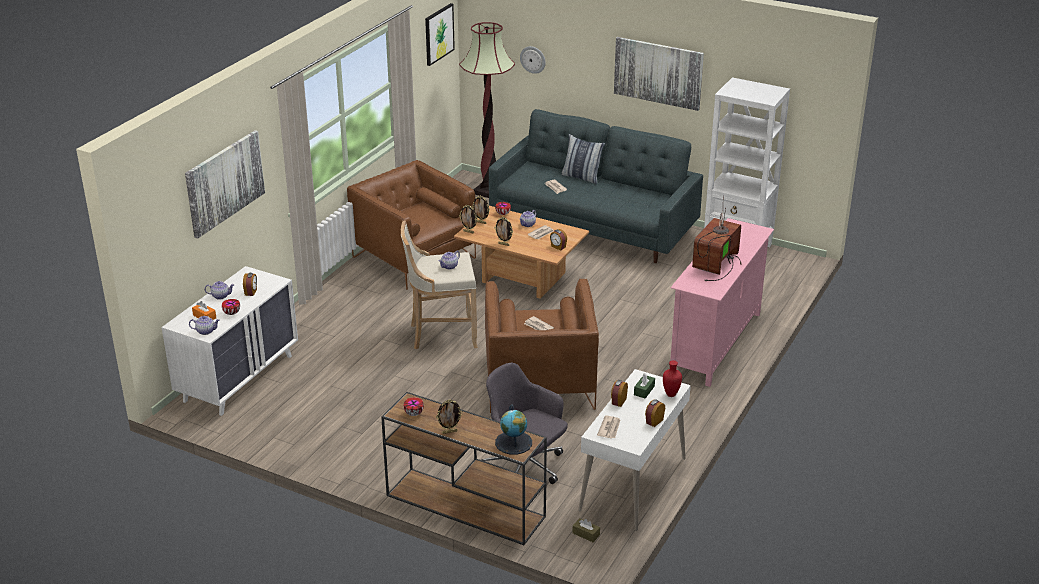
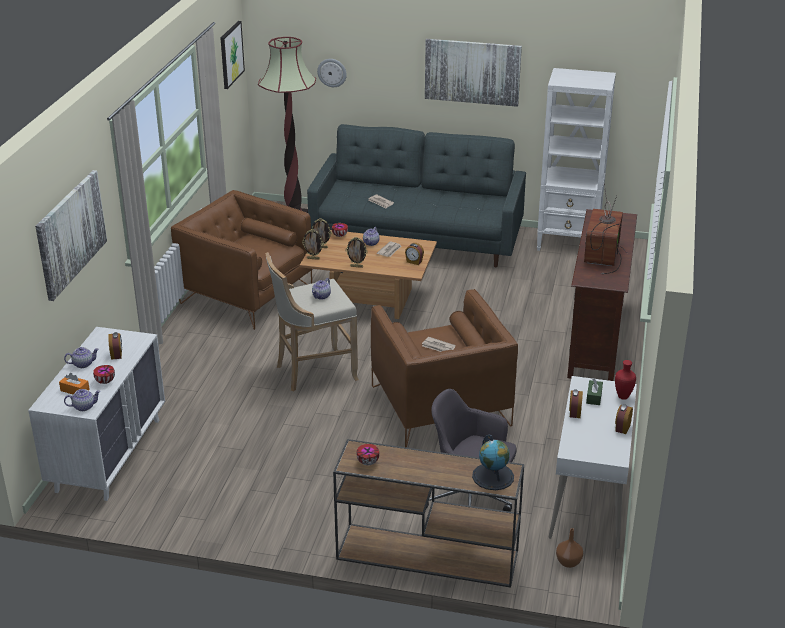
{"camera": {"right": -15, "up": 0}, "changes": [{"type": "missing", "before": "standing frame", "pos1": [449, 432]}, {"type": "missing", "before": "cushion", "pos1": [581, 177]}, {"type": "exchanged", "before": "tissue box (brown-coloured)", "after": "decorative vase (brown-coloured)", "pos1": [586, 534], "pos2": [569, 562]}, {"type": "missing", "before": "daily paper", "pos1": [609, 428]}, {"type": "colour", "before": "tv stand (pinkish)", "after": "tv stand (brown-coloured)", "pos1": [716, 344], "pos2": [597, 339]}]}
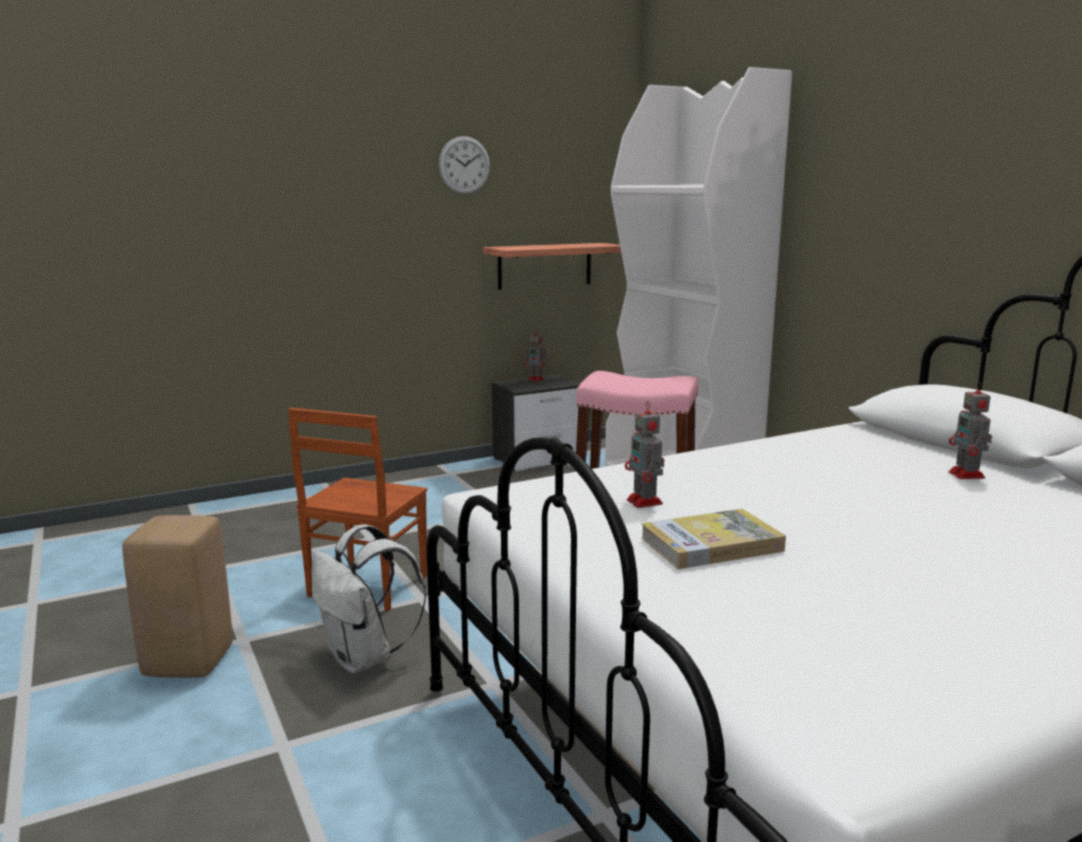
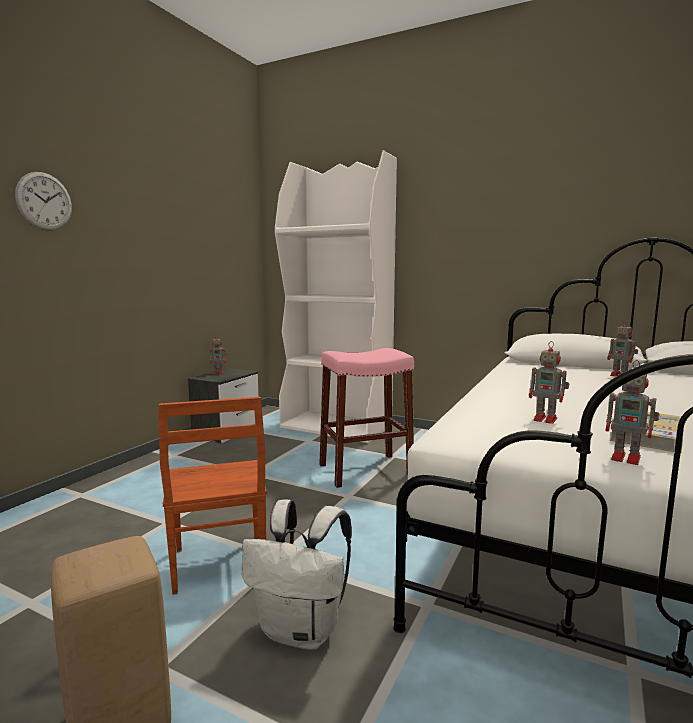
{"camera": {"right": -35, "up": -5}, "changes": [{"type": "relocated", "before": "clock on the wall", "pos1": [464, 165], "pos2": [44, 201]}, {"type": "missing", "before": "bracket shelf", "pos1": [545, 265]}, {"type": "appeared", "after": "model robot", "pos2": [628, 458]}]}
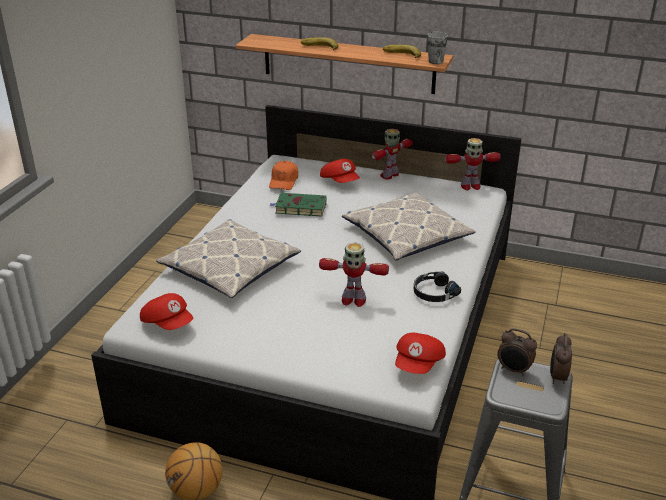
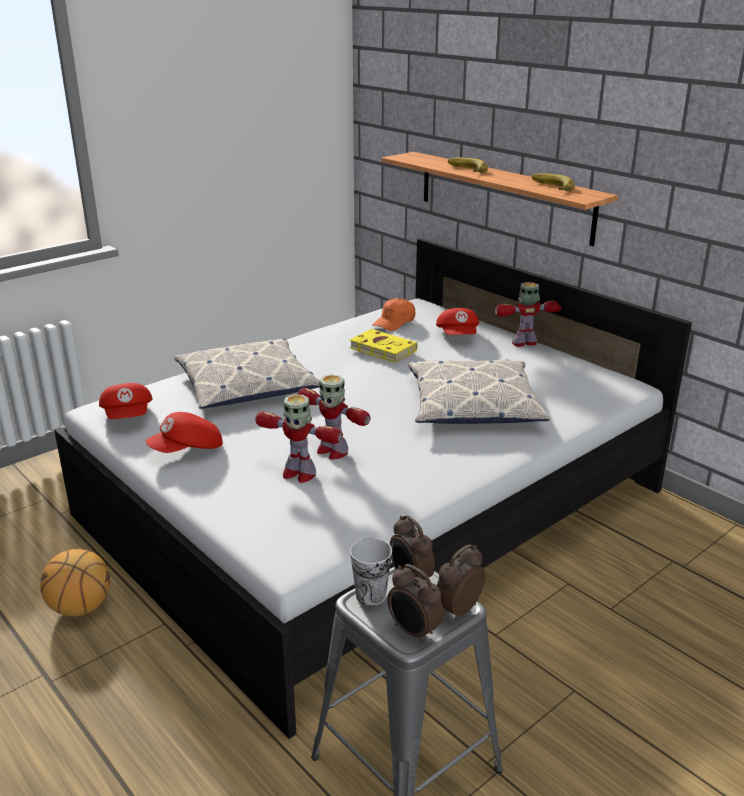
{"camera": {"right": 30, "up": -5}, "changes": [{"type": "colour", "before": "book (green)", "after": "book (yellowish)", "pos1": [299, 208], "pos2": [381, 349]}, {"type": "relocated", "before": "peaked cap (red)", "pos1": [419, 364], "pos2": [187, 450]}, {"type": "missing", "before": "headphones (blackish)", "pos1": [434, 293]}, {"type": "relocated", "before": "drinking cup", "pos1": [435, 61], "pos2": [371, 595]}, {"type": "relocated", "before": "model robot", "pos1": [470, 186], "pos2": [298, 473]}, {"type": "appeared", "after": "table clock", "pos2": [413, 632]}]}
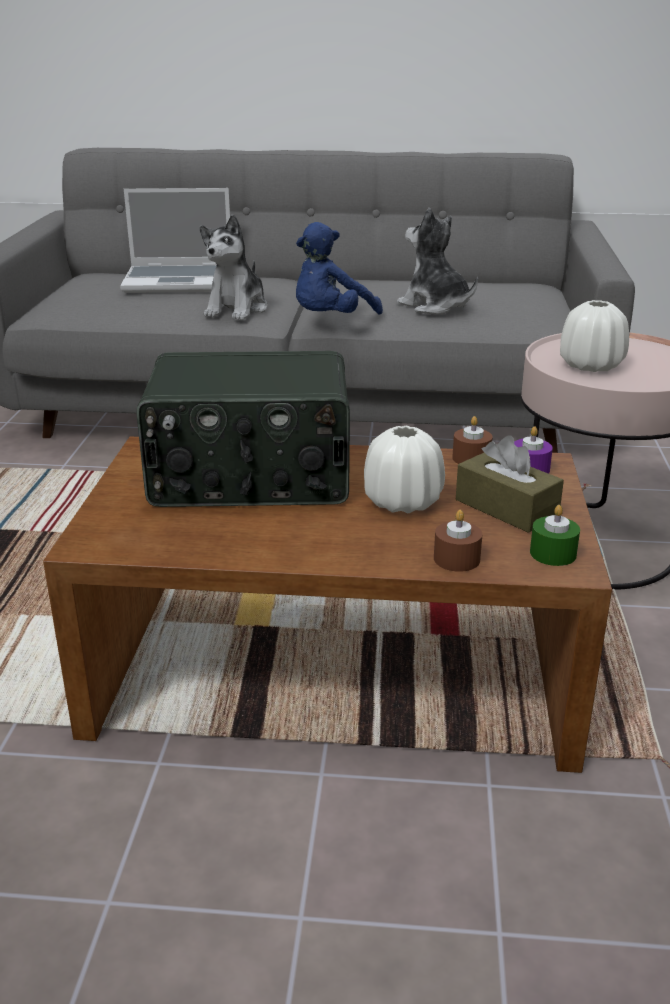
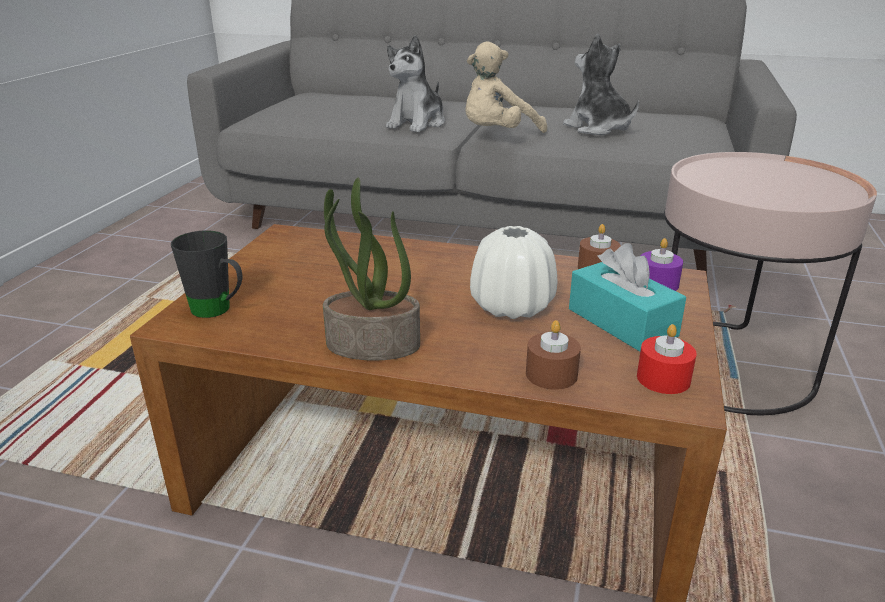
{"camera": {"right": 10, "up": 0}, "changes": [{"type": "missing", "before": "notebook computer", "pos1": [181, 281]}, {"type": "missing", "before": "radio", "pos1": [251, 477]}, {"type": "colour", "before": "plush toy (blue-coloured)", "after": "plush toy (beige)", "pos1": [330, 320], "pos2": [497, 136]}, {"type": "colour", "before": "tissue box (brown-coloured)", "after": "tissue box (blue-green)", "pos1": [506, 508], "pos2": [622, 322]}, {"type": "colour", "before": "wax light (green)", "after": "wax light (red)", "pos1": [553, 553], "pos2": [663, 378]}, {"type": "missing", "before": "decorative vase (white-coloured)", "pos1": [590, 366]}, {"type": "appeared", "after": "coffee mug (blackish)", "pos2": [219, 311]}, {"type": "appeared", "after": "plant in a pot", "pos2": [371, 345]}]}
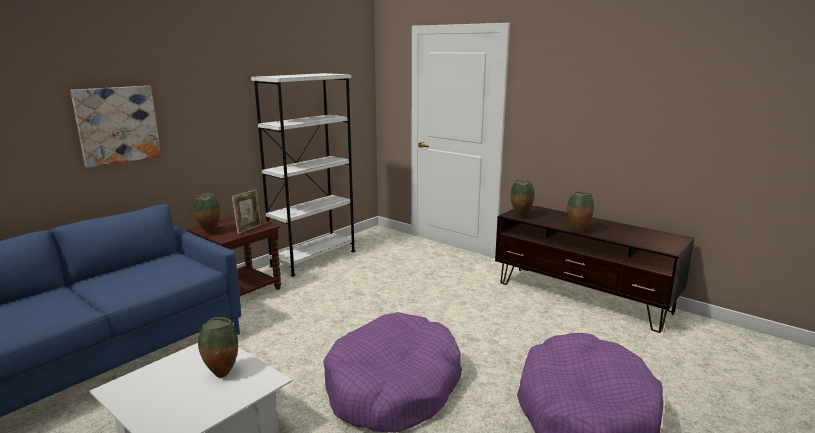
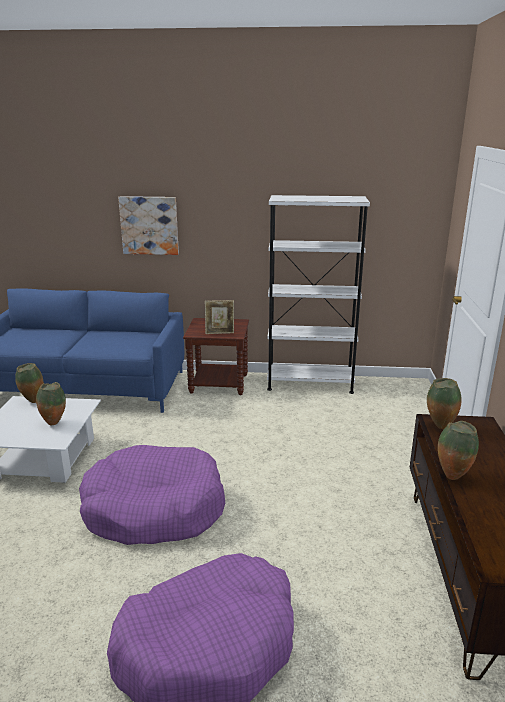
{"camera": {"right": 55, "up": 5}, "changes": [{"type": "relocated", "before": "decorative vase", "pos1": [210, 233], "pos2": [33, 402]}]}
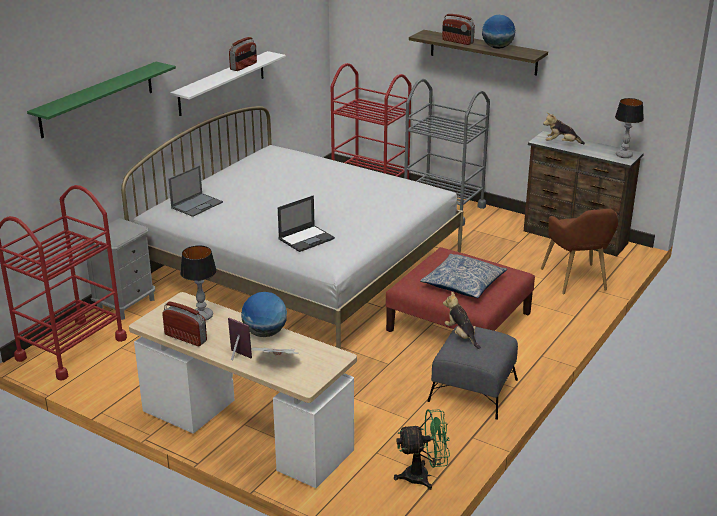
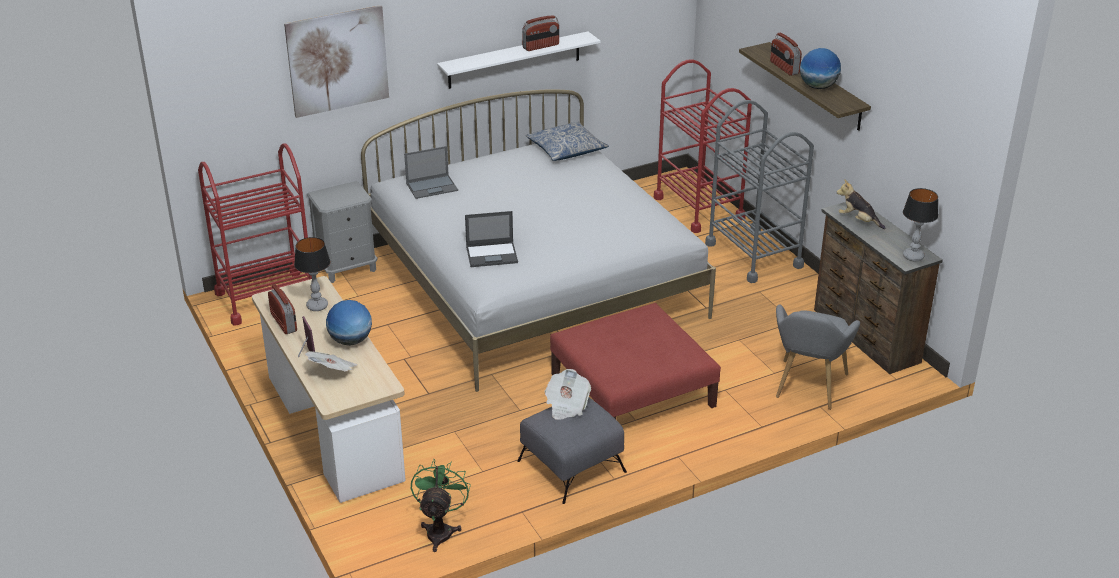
{"camera": {"right": 30, "up": 5}, "changes": [{"type": "exchanged", "before": "bracket shelf (green)", "after": "wall picture", "pos1": [97, 99], "pos2": [337, 61]}, {"type": "spun", "before": "fan (green)", "pos1": [423, 476], "pos2": [440, 530], "turn": -105}, {"type": "relocated", "before": "cushion", "pos1": [463, 284], "pos2": [566, 149]}, {"type": "exchanged", "before": "plush toy", "after": "daily paper", "pos1": [461, 336], "pos2": [566, 405]}, {"type": "colour", "before": "armchair (brown-coloured)", "after": "armchair (greyish)", "pos1": [576, 282], "pos2": [807, 389]}]}
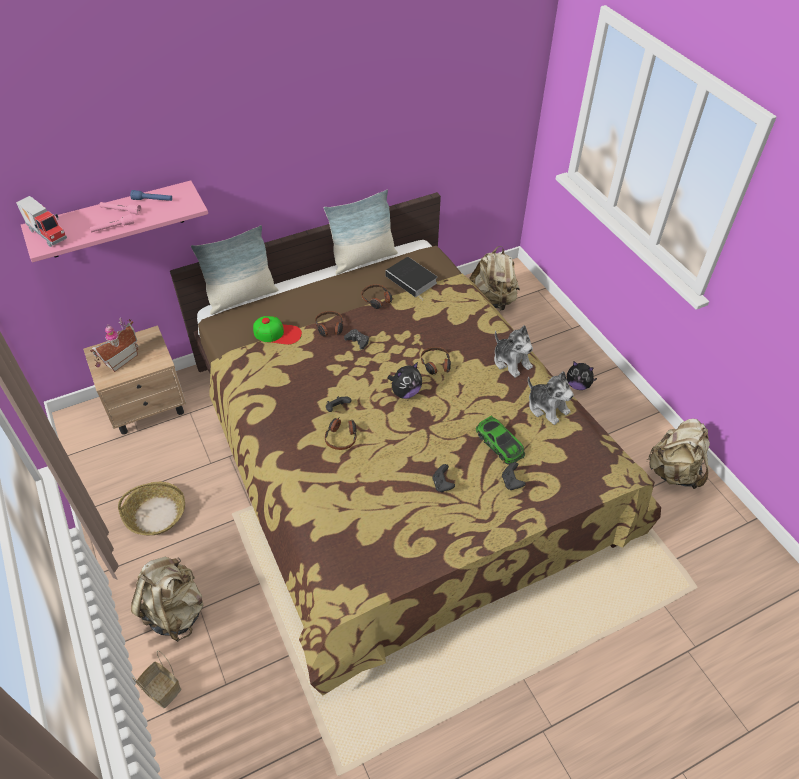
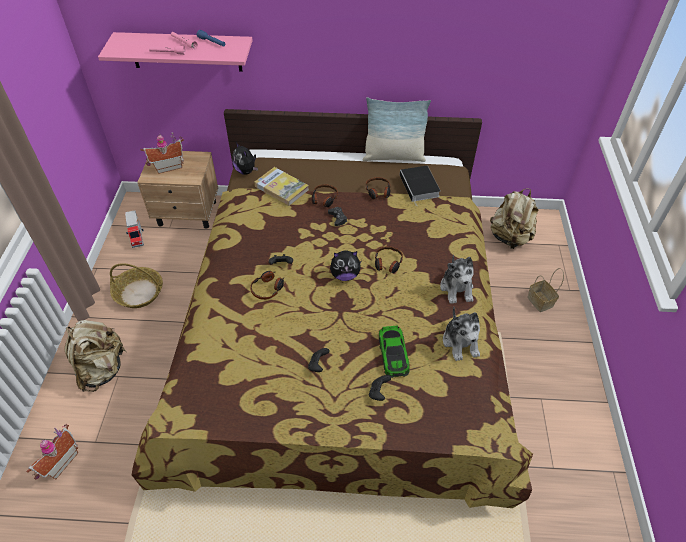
{"camera": {"right": 30, "up": 0}, "changes": [{"type": "relocated", "before": "model truck", "pos1": [48, 234], "pos2": [137, 237]}, {"type": "relocated", "before": "household basket", "pos1": [163, 690], "pos2": [541, 302]}, {"type": "missing", "before": "cushion", "pos1": [241, 297]}, {"type": "exchanged", "before": "peaked cap", "after": "book", "pos1": [277, 333], "pos2": [281, 188]}, {"type": "relocated", "before": "plush toy", "pos1": [578, 385], "pos2": [246, 171]}, {"type": "missing", "before": "rucksack (beige)", "pos1": [673, 472]}, {"type": "appeared", "after": "miniature house", "pos2": [59, 462]}]}
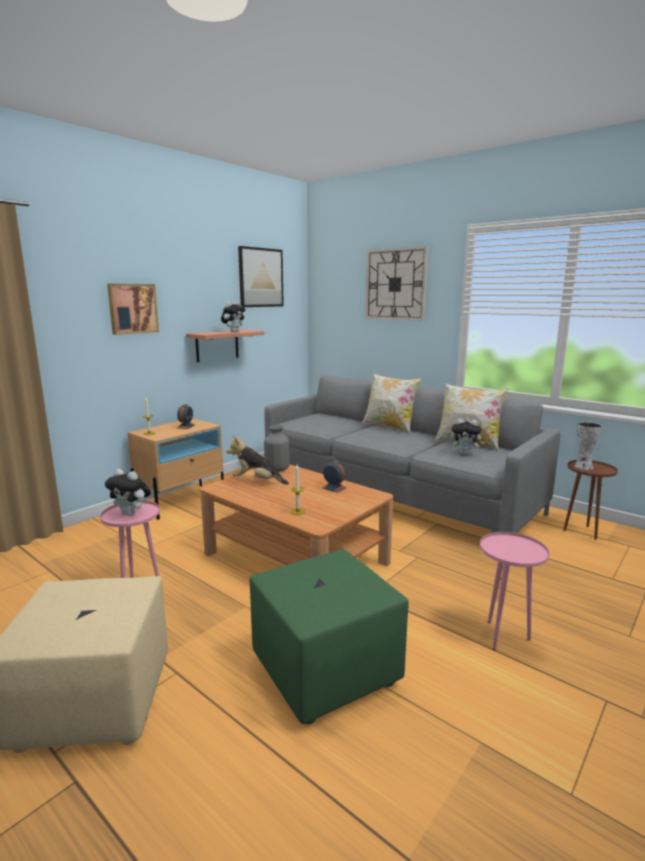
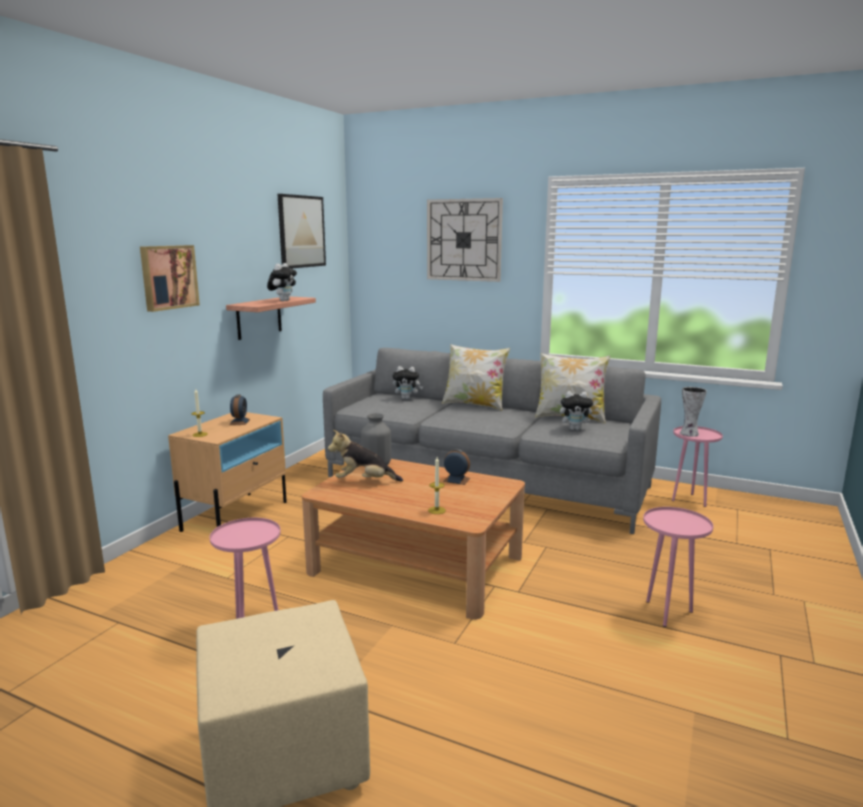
{"camera": {"right": -15, "up": 0}, "changes": [{"type": "relocated", "before": "plush toy", "pos1": [131, 514], "pos2": [407, 399]}, {"type": "missing", "before": "pouffe (green)", "pos1": [327, 671]}, {"type": "colour", "before": "accent table (brown-coloured)", "after": "accent table (pinkish)", "pos1": [582, 531], "pos2": [690, 500]}]}
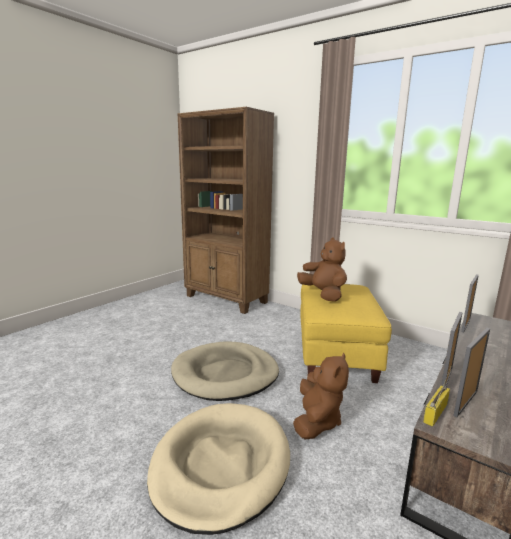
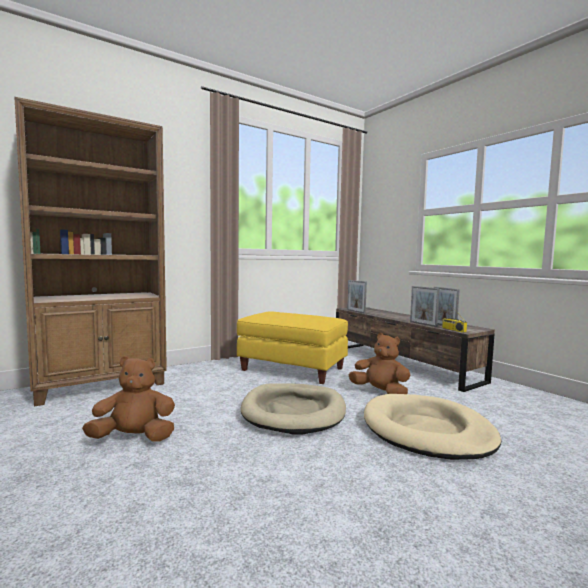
{"camera": {"right": -70, "up": -10}, "changes": [{"type": "relocated", "before": "plush toy (brown-coloured)", "pos1": [323, 295], "pos2": [134, 438]}]}
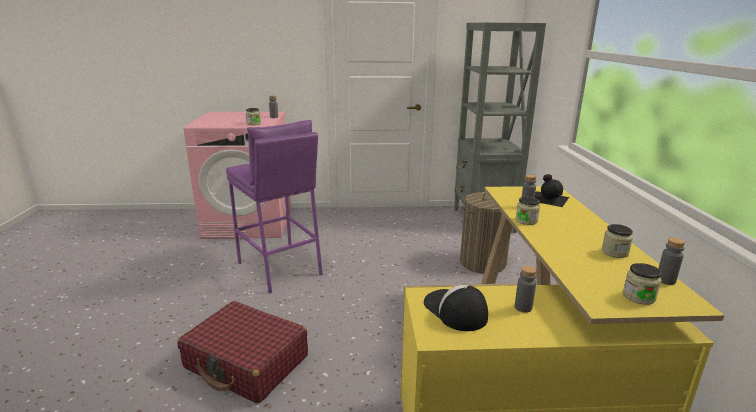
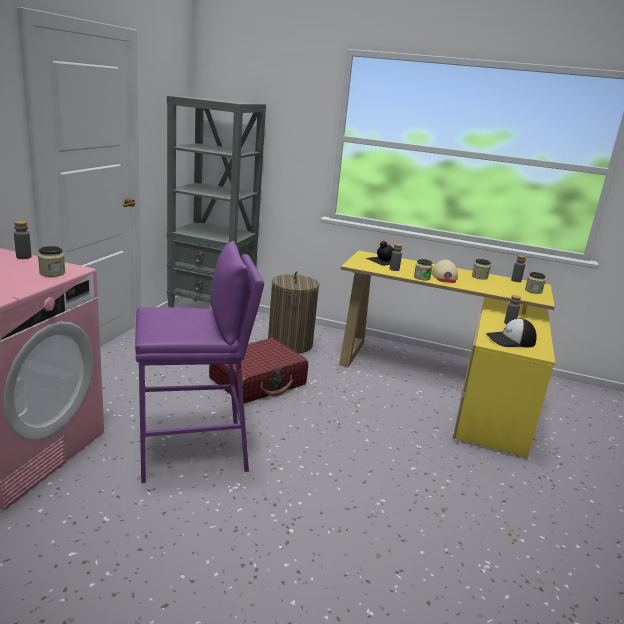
{"camera": {"right": -70, "up": 0}, "changes": [{"type": "relocated", "before": "suitcase (red)", "pos1": [246, 362], "pos2": [258, 381]}, {"type": "appeared", "after": "peaked cap (beige)", "pos2": [444, 277]}]}
